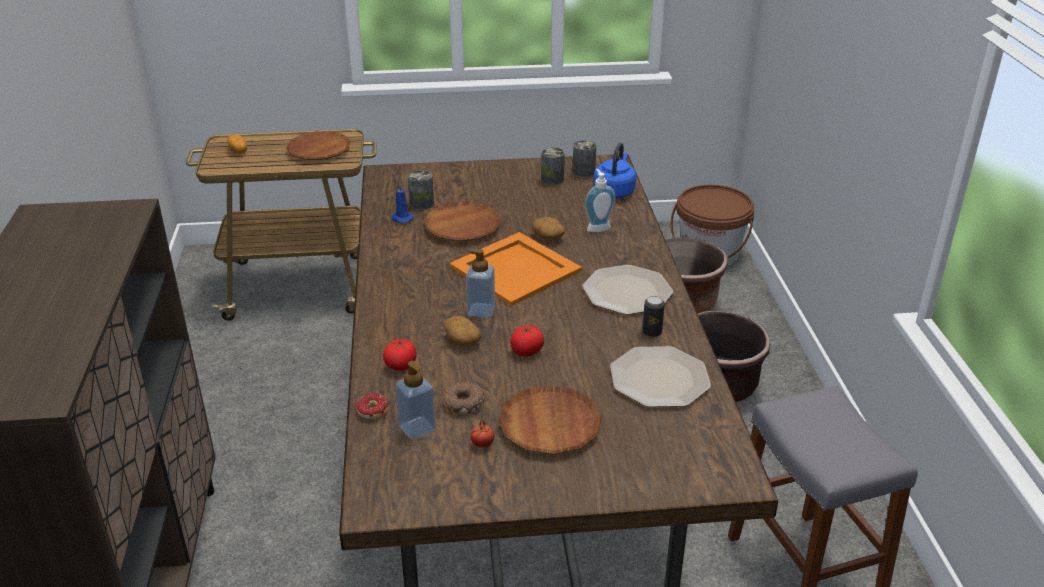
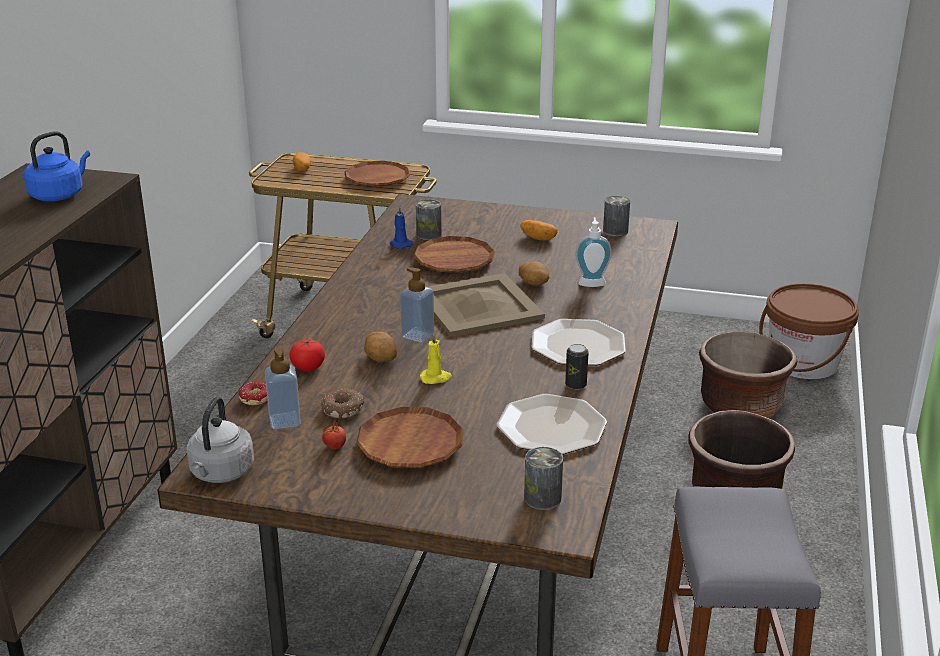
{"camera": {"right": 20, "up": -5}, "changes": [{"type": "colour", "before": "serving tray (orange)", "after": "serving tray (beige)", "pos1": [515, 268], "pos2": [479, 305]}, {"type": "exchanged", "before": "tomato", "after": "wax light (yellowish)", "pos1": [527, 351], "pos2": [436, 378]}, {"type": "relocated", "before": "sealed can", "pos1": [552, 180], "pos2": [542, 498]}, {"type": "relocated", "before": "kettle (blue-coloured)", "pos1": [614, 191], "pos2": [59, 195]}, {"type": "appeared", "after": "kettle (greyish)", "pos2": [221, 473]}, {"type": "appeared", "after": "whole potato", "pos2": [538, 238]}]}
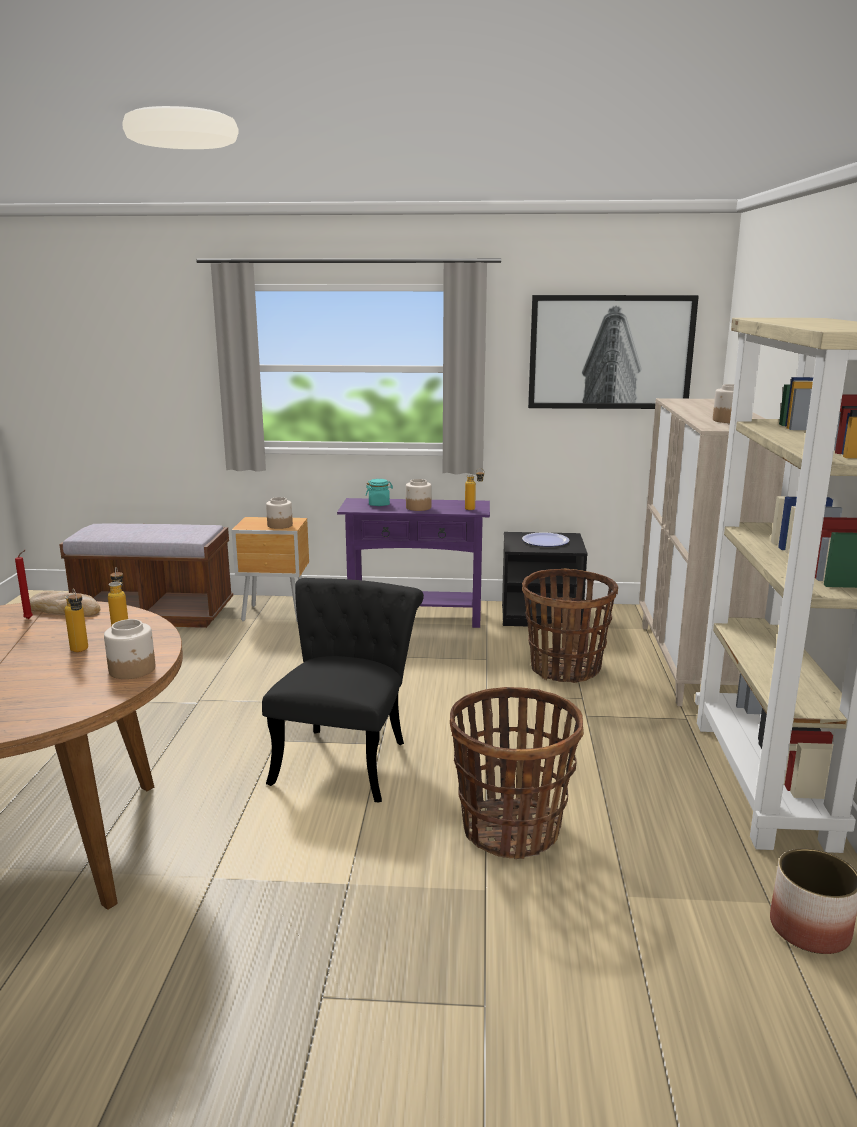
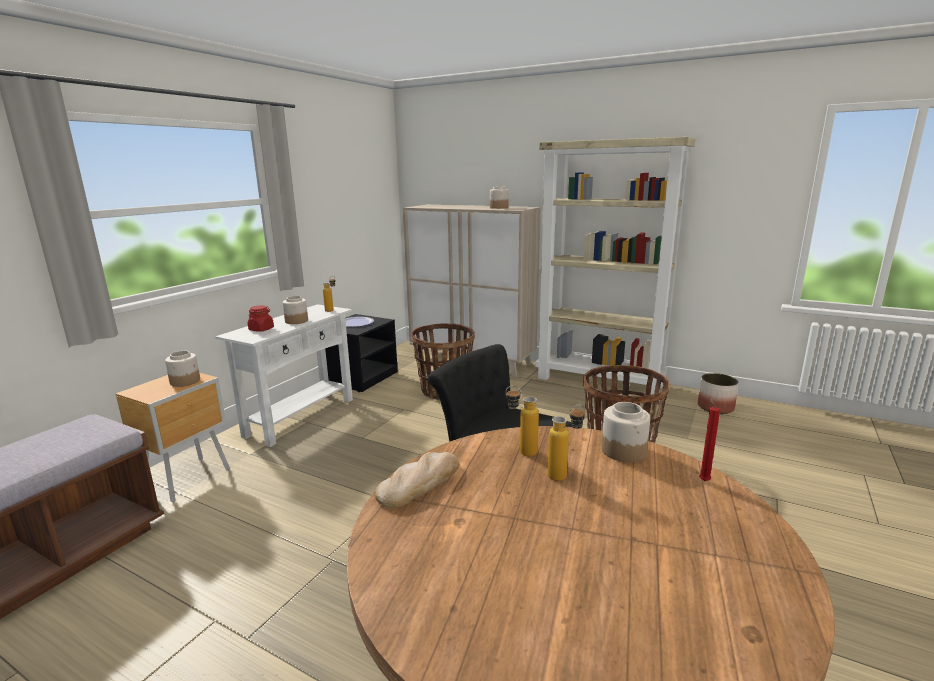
{"camera": {"right": -65, "up": 0}, "changes": [{"type": "relocated", "before": "wax light (red)", "pos1": [30, 618], "pos2": [703, 480]}, {"type": "colour", "before": "console table (purplish)", "after": "console table (white-coloured)", "pos1": [415, 617], "pos2": [301, 417]}, {"type": "colour", "before": "preserve jar (blue-green)", "after": "preserve jar (red)", "pos1": [379, 504], "pos2": [261, 329]}, {"type": "missing", "before": "wall picture", "pos1": [610, 352]}]}
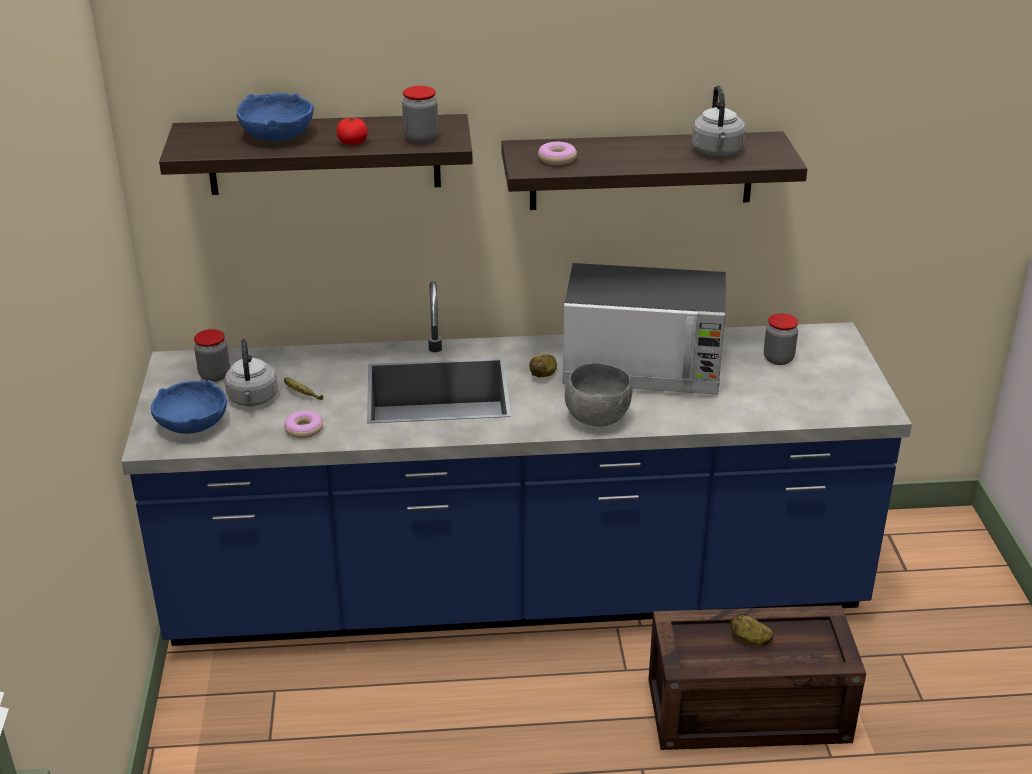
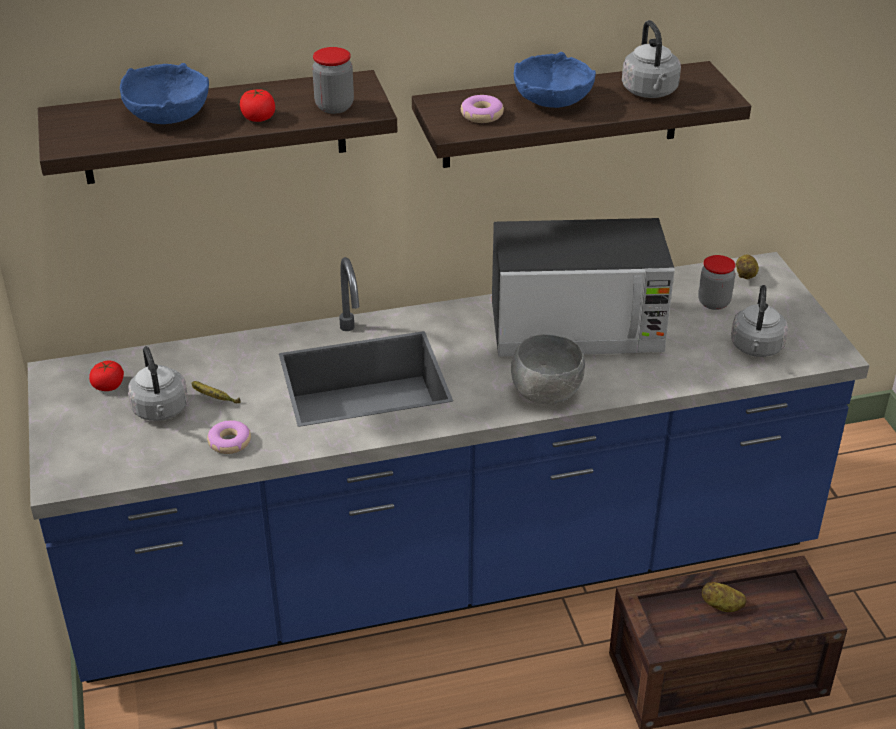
{"camera": {"right": -10, "up": 5}, "changes": [{"type": "relocated", "before": "bowl (blue-coloured)", "pos1": [193, 424], "pos2": [553, 100]}, {"type": "exchanged", "before": "preserve jar", "after": "tomato", "pos1": [214, 375], "pos2": [108, 385]}, {"type": "relocated", "before": "whole potato", "pos1": [544, 374], "pos2": [746, 275]}, {"type": "appeared", "after": "kettle (greyish)", "pos2": [756, 348]}]}
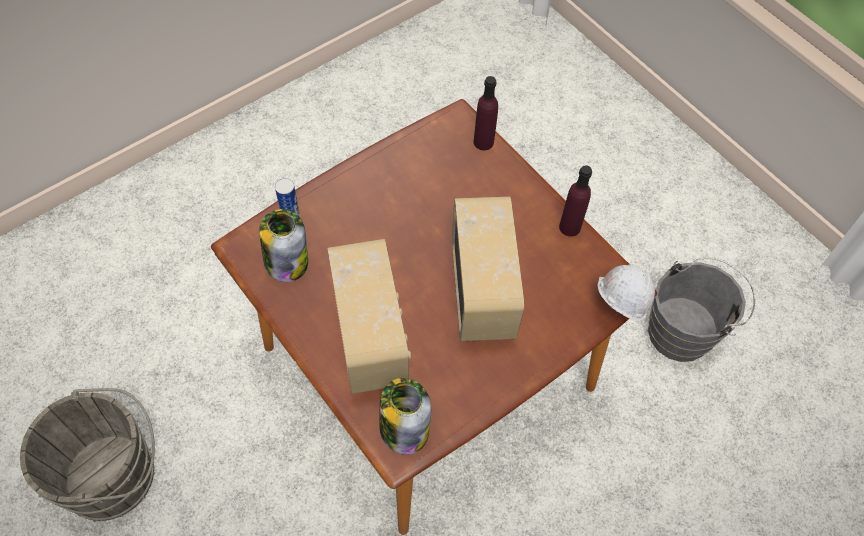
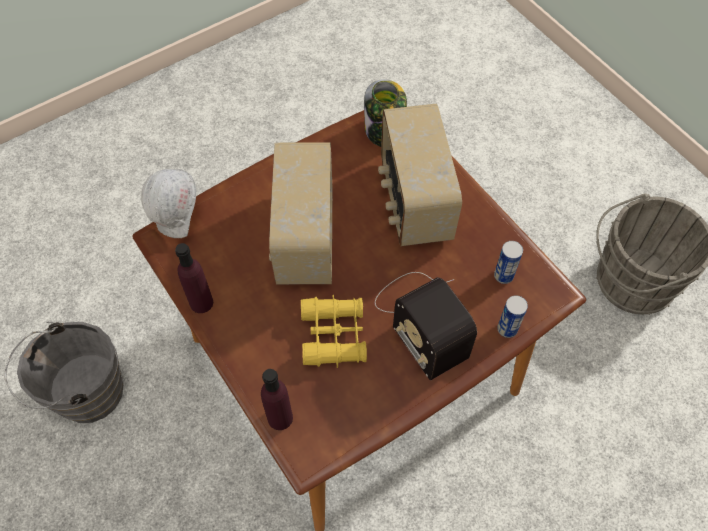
{"camera": {"right": -175, "up": 0}, "changes": [{"type": "exchanged", "before": "preserve jar", "after": "sealed can", "pos1": [286, 261], "pos2": [503, 276]}, {"type": "appeared", "after": "binoculars (yellowish)", "pos2": [334, 335]}, {"type": "appeared", "after": "radio", "pos2": [421, 319]}]}
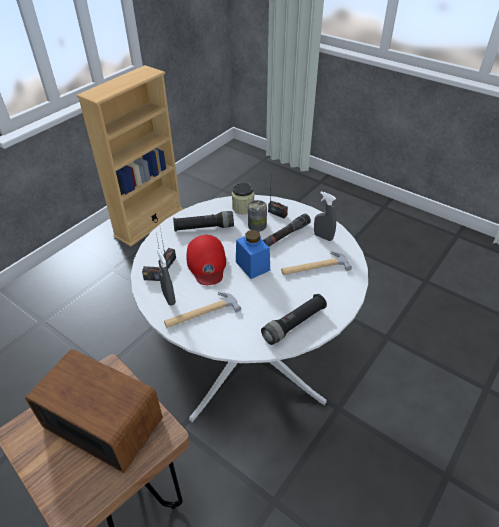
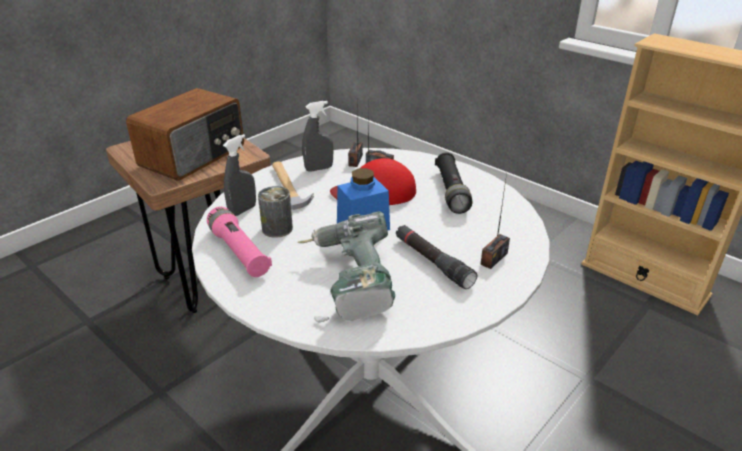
{"camera": {"right": 95, "up": -10}, "changes": [{"type": "missing", "before": "preserve jar", "pos1": [243, 208]}, {"type": "relocated", "before": "sealed can", "pos1": [257, 225], "pos2": [277, 228]}, {"type": "colour", "before": "flashlight (blackish)", "after": "flashlight (pinkish)", "pos1": [294, 324], "pos2": [239, 252]}, {"type": "exchanged", "before": "hammer", "after": "power drill", "pos1": [314, 267], "pos2": [348, 283]}, {"type": "relocated", "before": "sprayer (greyish)", "pos1": [323, 237], "pos2": [243, 210]}]}
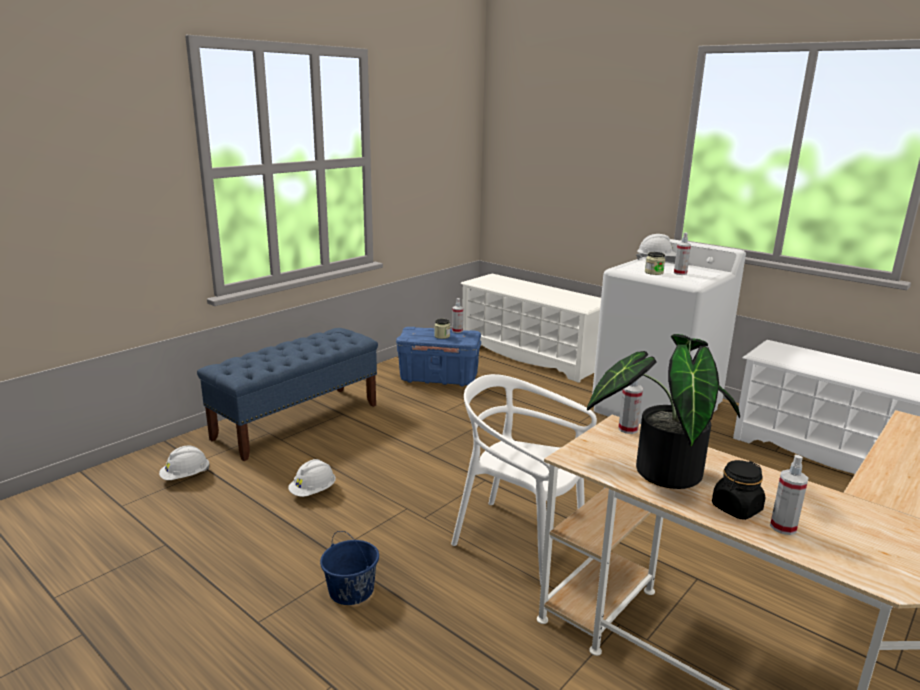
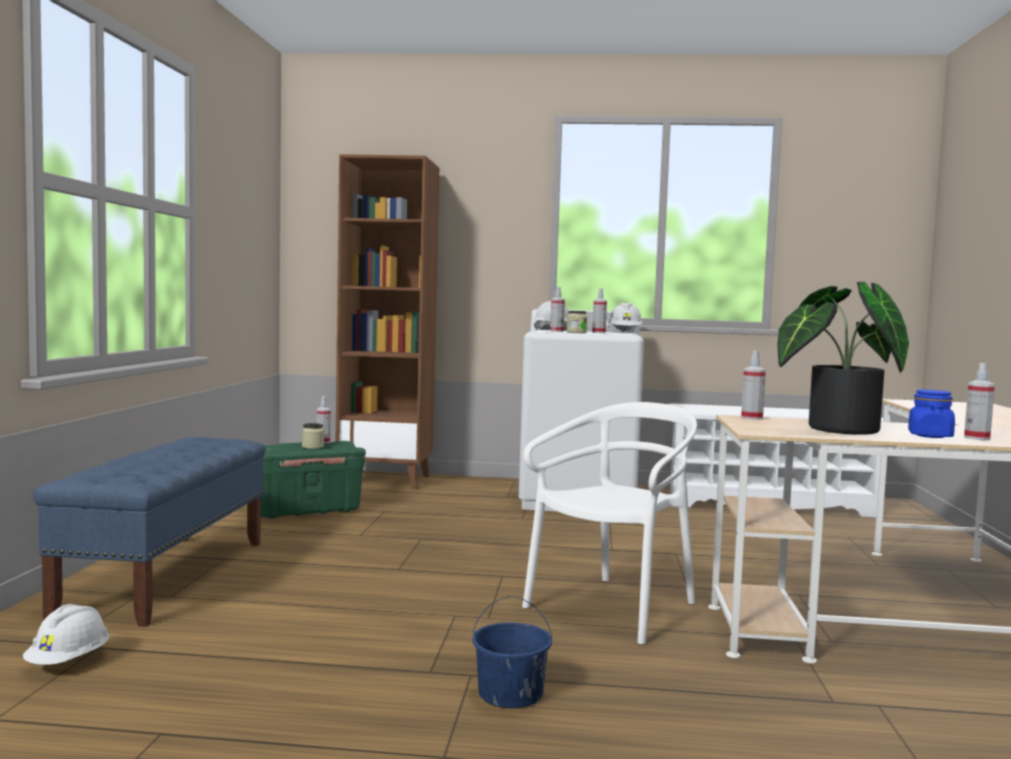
{"camera": {"right": -35, "up": -15}, "changes": [{"type": "relocated", "before": "hard hat (white-coloured)", "pos1": [313, 492], "pos2": [625, 333]}, {"type": "colour", "before": "storage box (blue-coloured)", "after": "storage box (green)", "pos1": [439, 378], "pos2": [305, 510]}, {"type": "spun", "before": "plain chair (white-coloured)", "pos1": [520, 539], "pos2": [614, 608], "turn": 135}, {"type": "exchanged", "before": "shoe rack (white-coloured)", "after": "bookcase (brown-coloured)", "pos1": [531, 356], "pos2": [386, 480]}, {"type": "colour", "before": "preserve jar (blackish)", "after": "preserve jar (blue-coloured)", "pos1": [736, 508], "pos2": [930, 436]}, {"type": "appeared", "after": "sprayer", "pos2": [556, 331]}]}
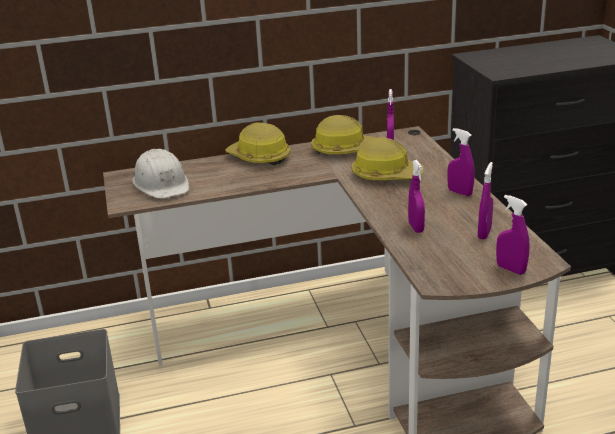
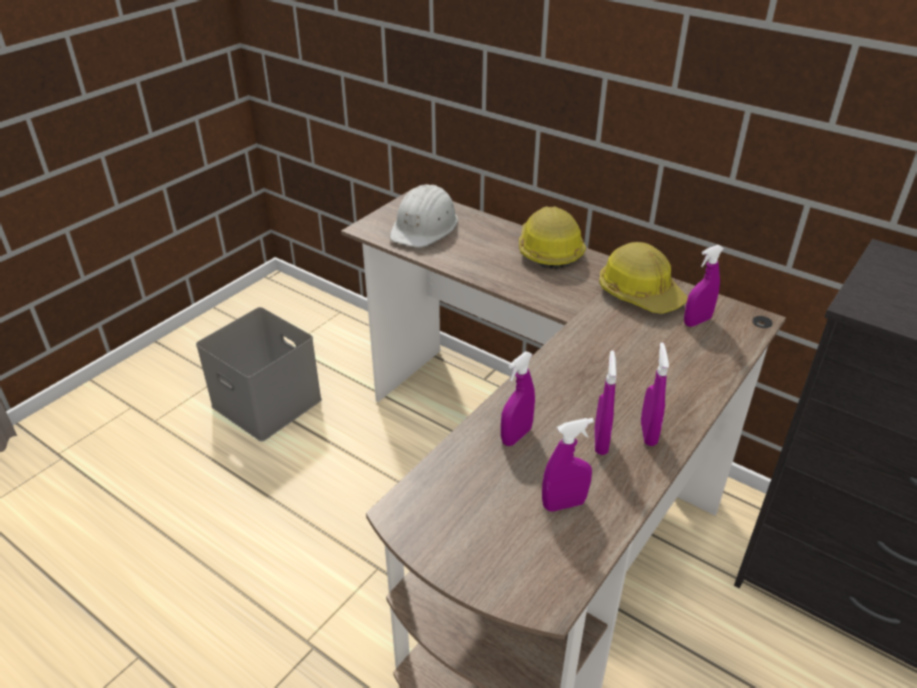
{"camera": {"right": 50, "up": 10}, "changes": [{"type": "missing", "before": "hard hat", "pos1": [386, 175]}, {"type": "relocated", "before": "sprayer (purplish)", "pos1": [510, 269], "pos2": [600, 442]}]}
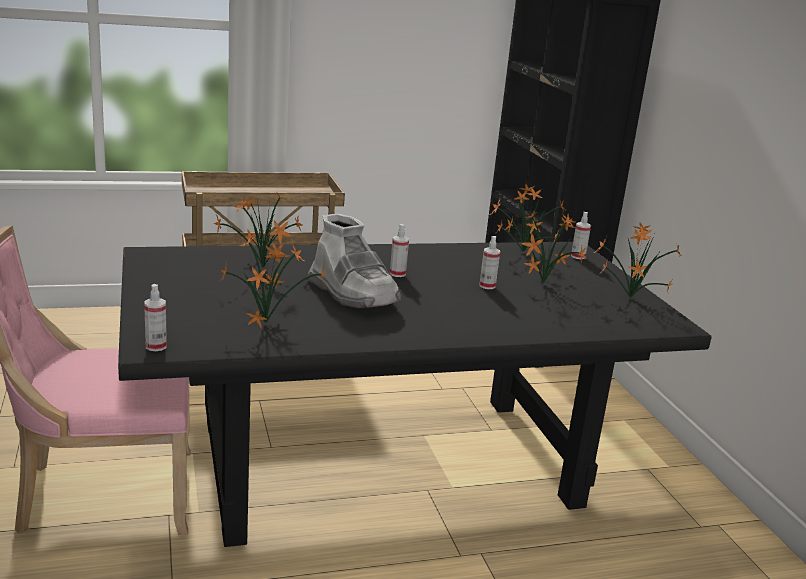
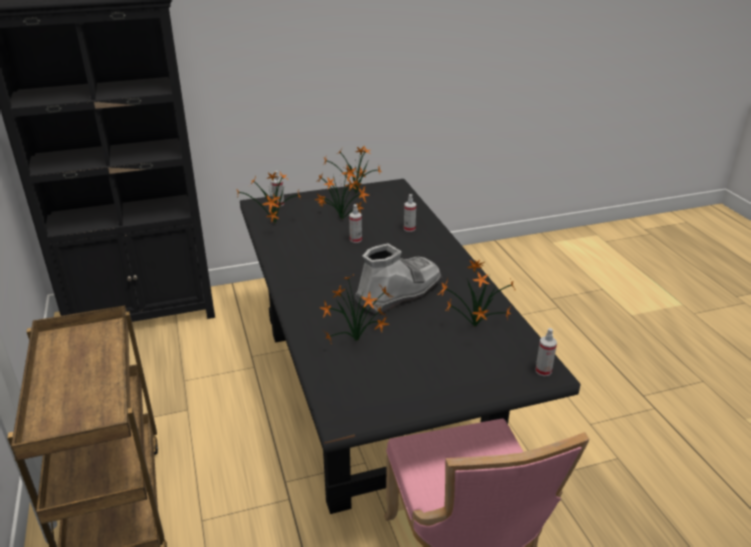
{"camera": {"right": -90, "up": 10}, "changes": [{"type": "relocated", "before": "sprayer", "pos1": [397, 274], "pos2": [409, 229]}]}
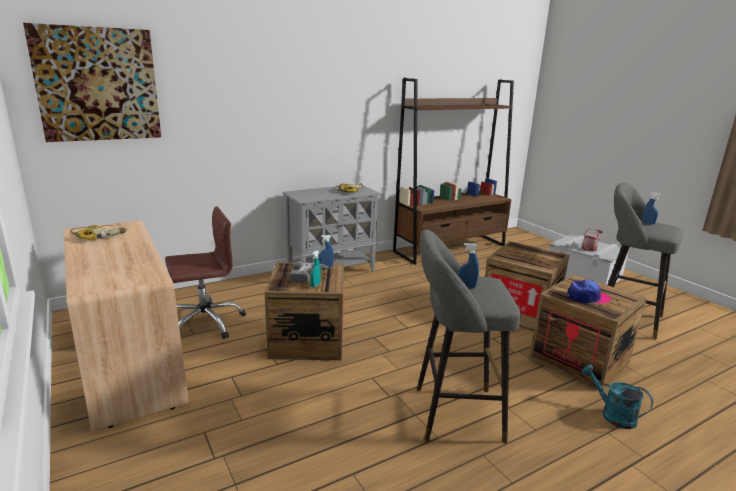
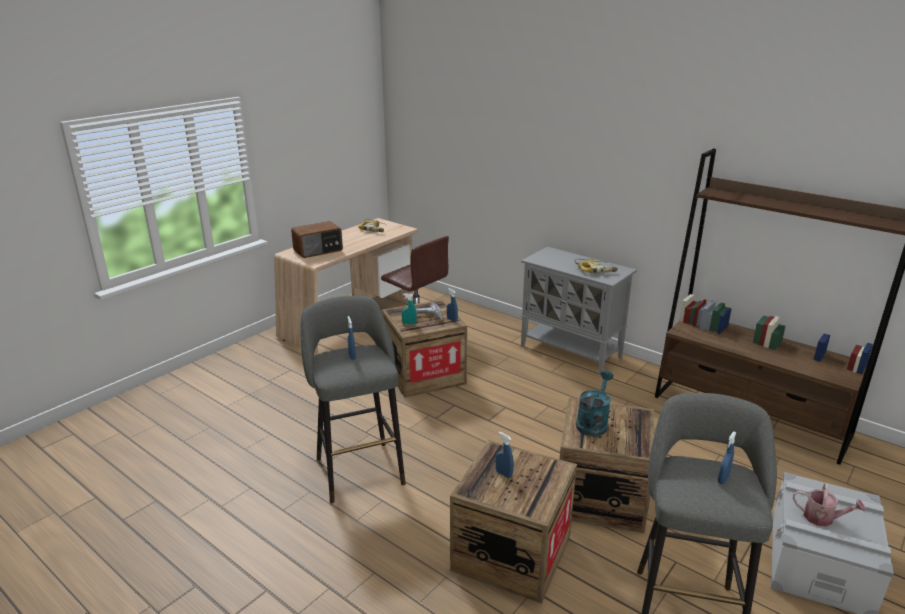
{"camera": {"right": 70, "up": 5}, "changes": [{"type": "missing", "before": "wall picture", "pos1": [98, 85]}, {"type": "exchanged", "before": "peaked cap", "after": "sprayer (blue-coloured)", "pos1": [587, 297], "pos2": [504, 474]}, {"type": "relocated", "before": "watering can (blue-green)", "pos1": [612, 415], "pos2": [593, 422]}, {"type": "appeared", "after": "radio", "pos2": [318, 250]}]}
